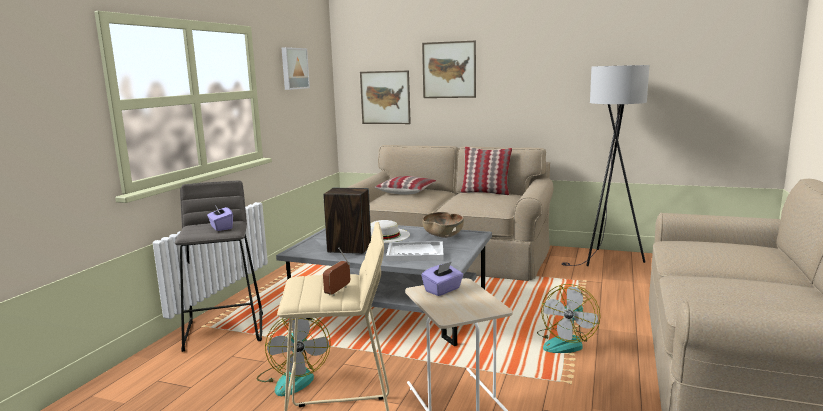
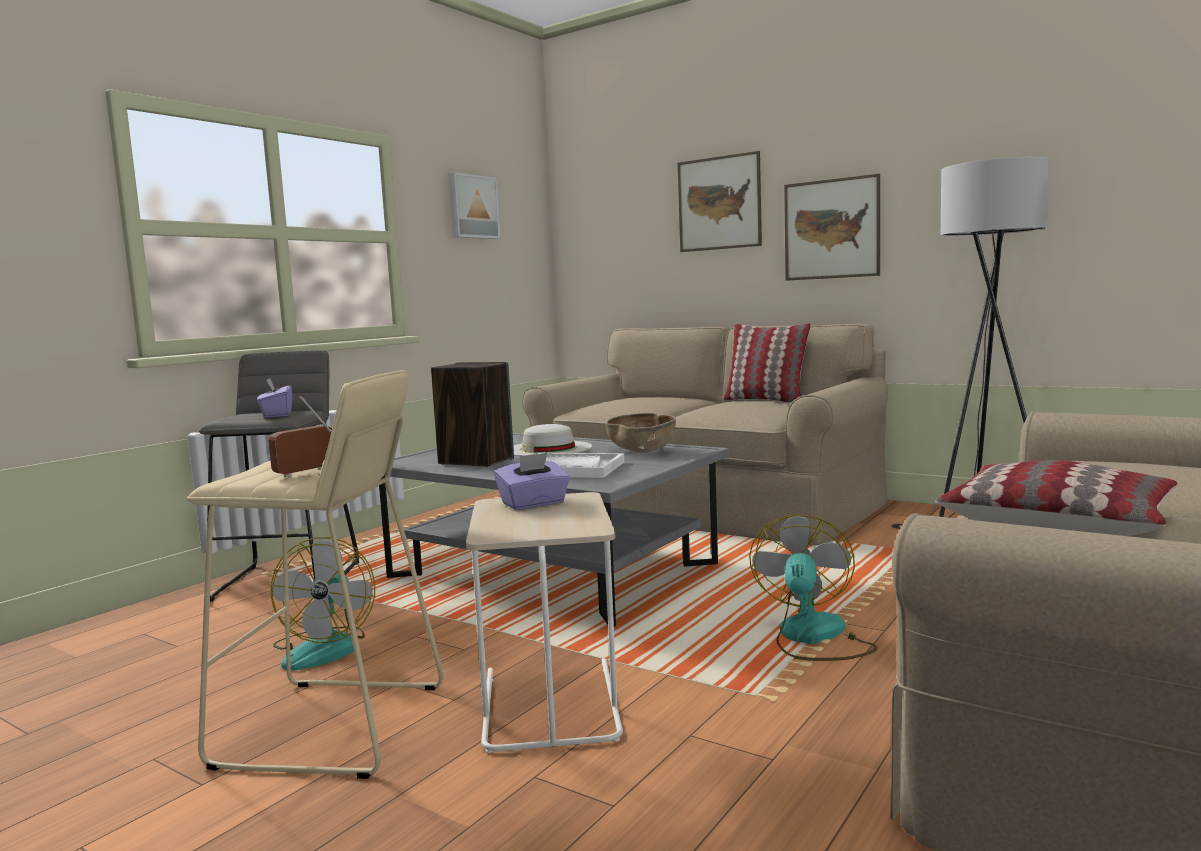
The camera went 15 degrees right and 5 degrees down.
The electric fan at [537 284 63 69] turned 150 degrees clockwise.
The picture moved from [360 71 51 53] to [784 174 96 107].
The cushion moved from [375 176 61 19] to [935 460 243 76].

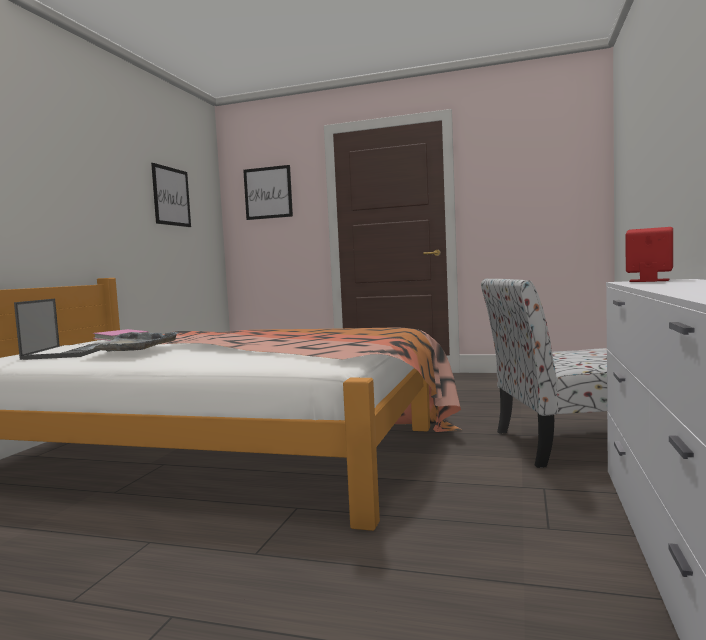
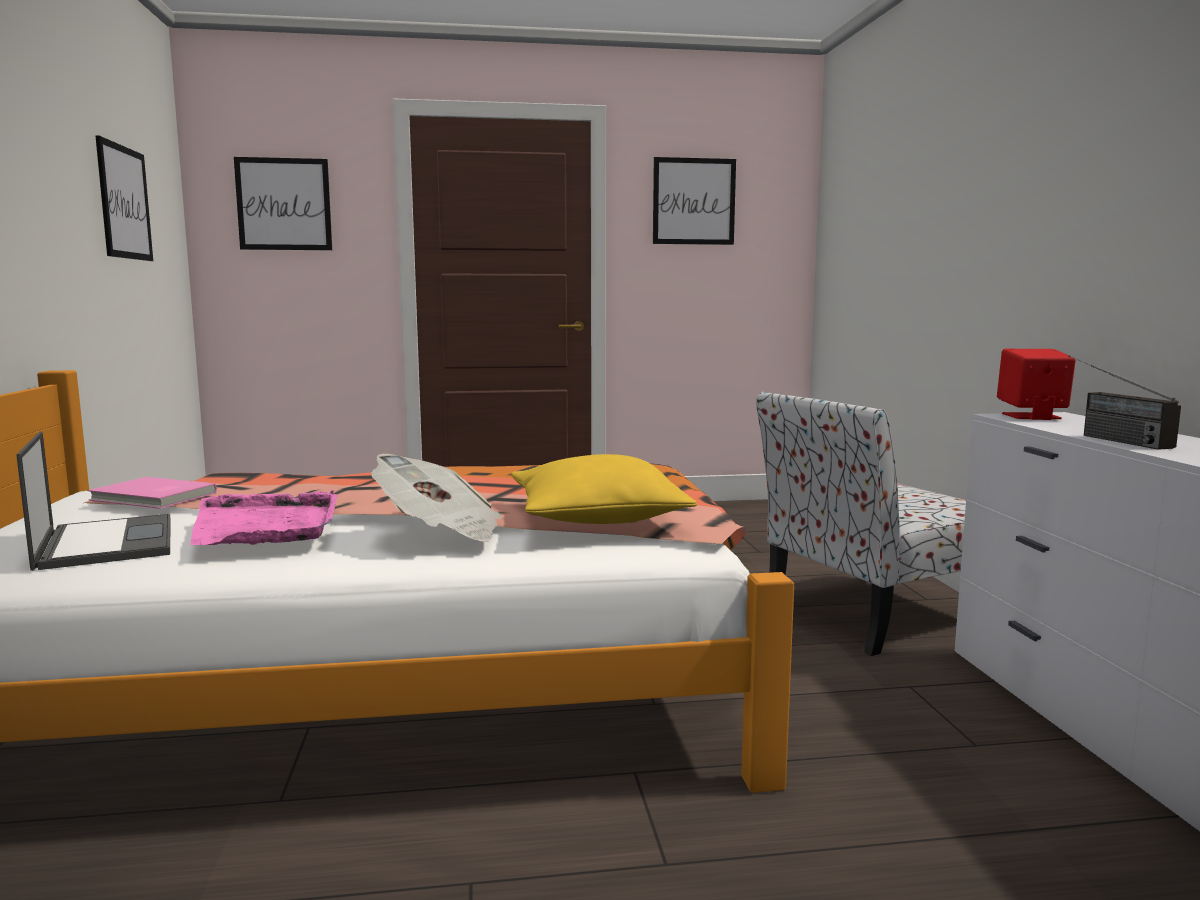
The camera went 25 degrees left and 5 degrees up.
The grey serving tray at [84 331 95 20] became the pink serving tray at [190 490 148 55].
The newspaper at [371 454 131 88] appeared.
The yellow cushion at [511 454 186 70] appeared.
The picture at [653 157 83 88] appeared.
The radio at [1068 355 113 95] appeared.

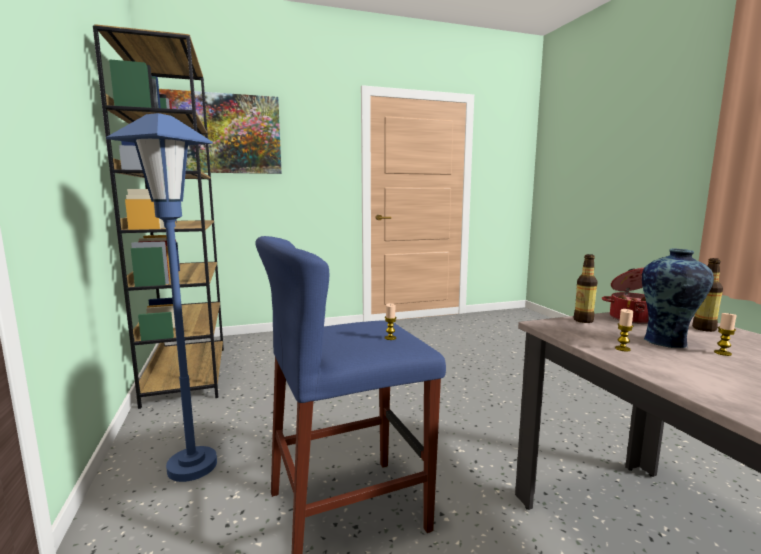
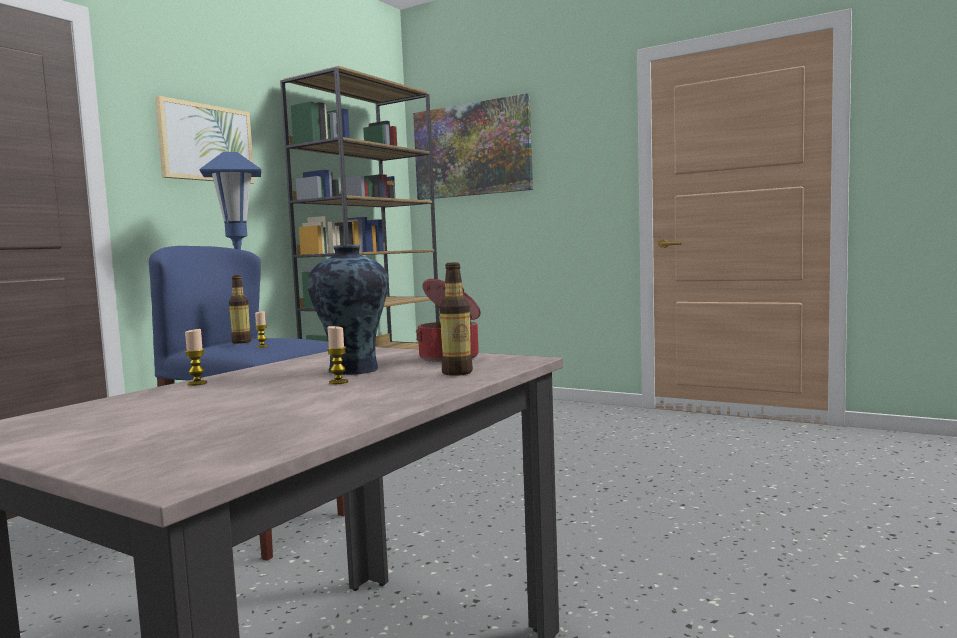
The camera went 50 degrees right and 5 degrees down.
The picture at [155 96 100 88] appeared.
The candle moved from [615 309 18 43] to [185 329 22 57].
The drink bottle moved from [574 254 24 69] to [229 275 22 69].

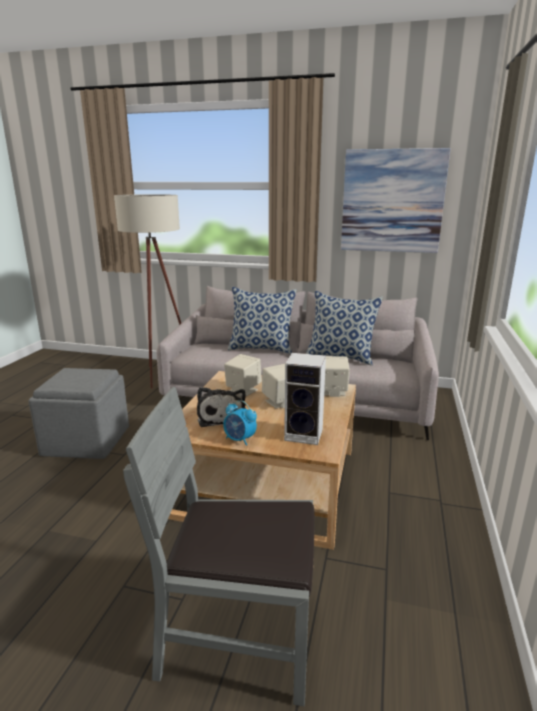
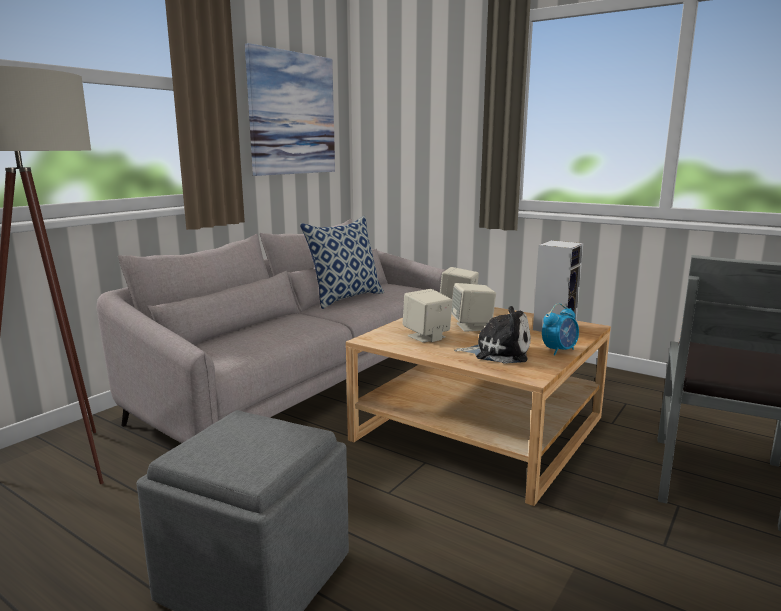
The camera went 70 degrees left and 5 degrees down.
The cushion at [228 287 69 67] disappeared.

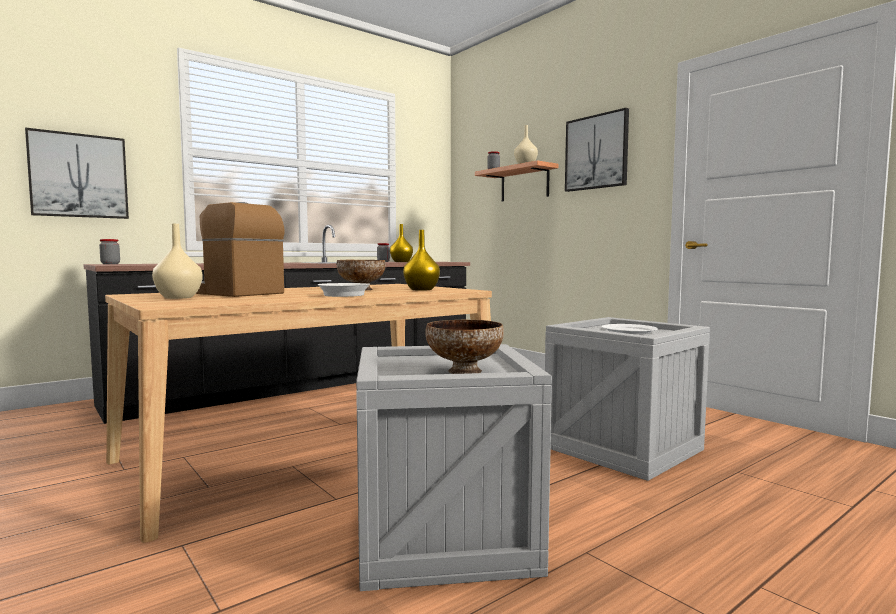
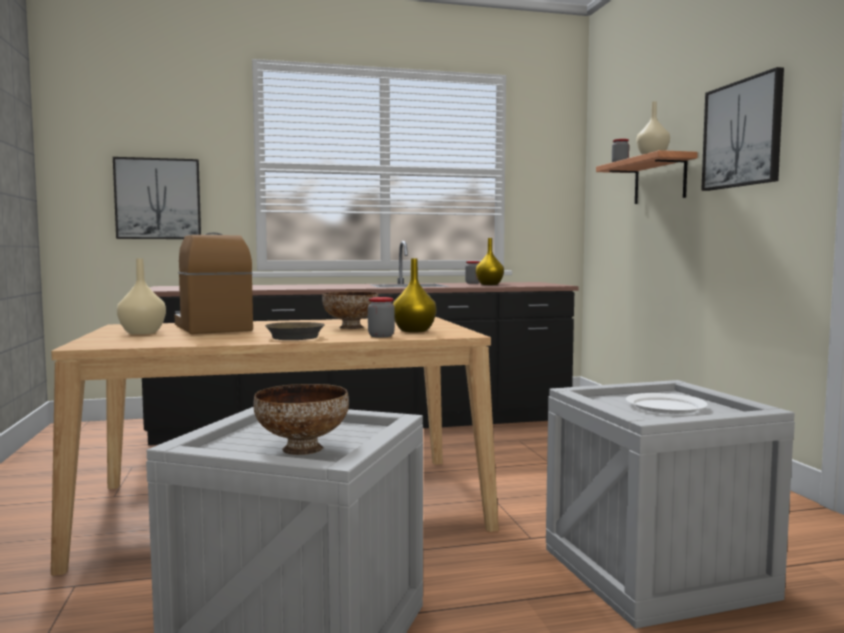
The camera went 25 degrees right and 0 degrees up.
The white pan at [317 283 53 14] became the brown pan at [265 322 60 18].
The storage jar moved from [99 239 21 25] to [368 297 27 41].

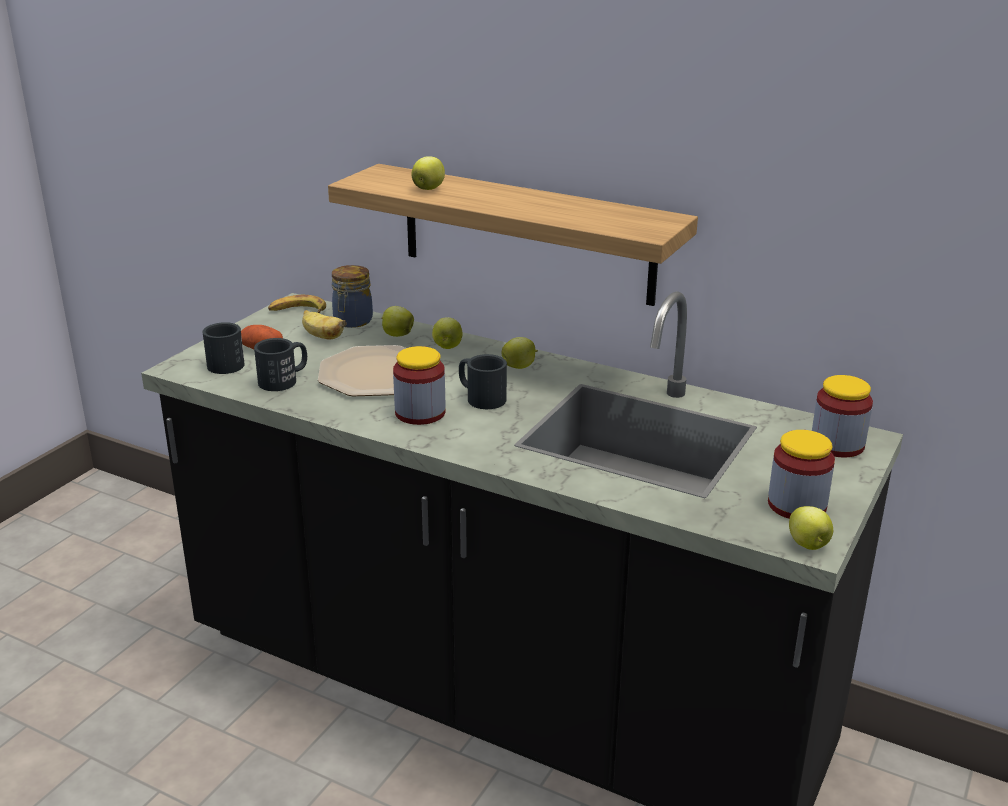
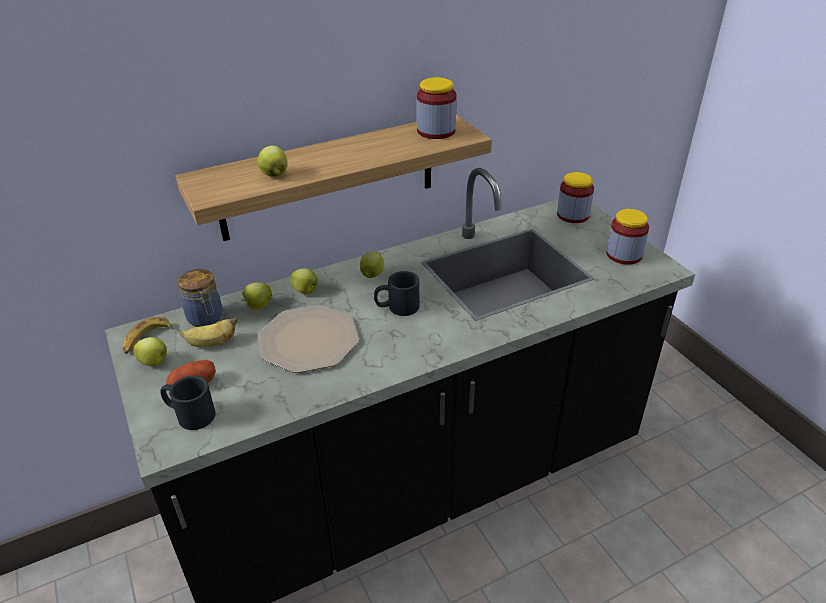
The camera went 55 degrees left and 10 degrees up.
The apple moved from [789 506 44 44] to [133 337 34 29].
The storage jar moved from [393 346 53 79] to [417 77 40 62].
The black tea mug at [254 338 53 53] disappeared.

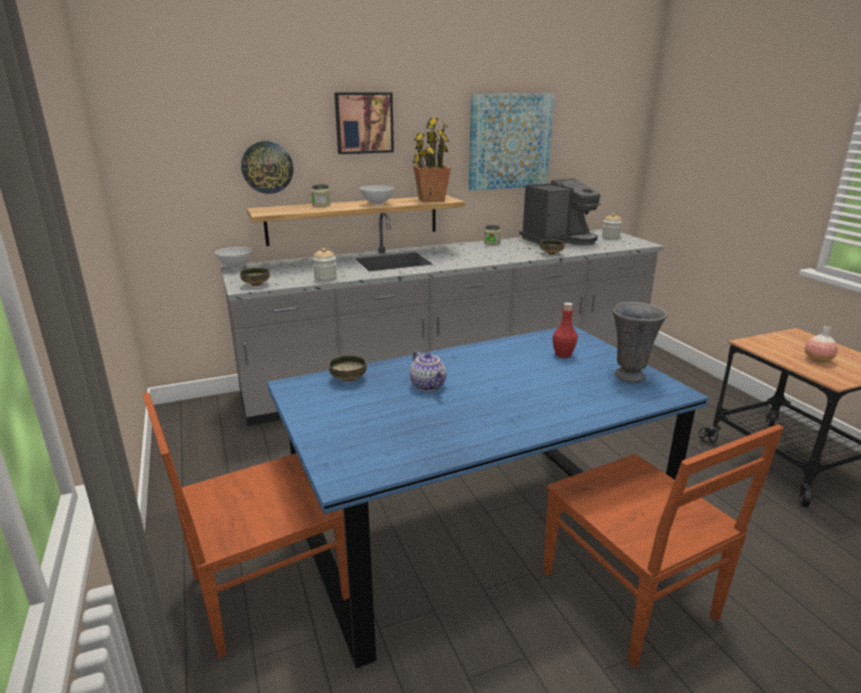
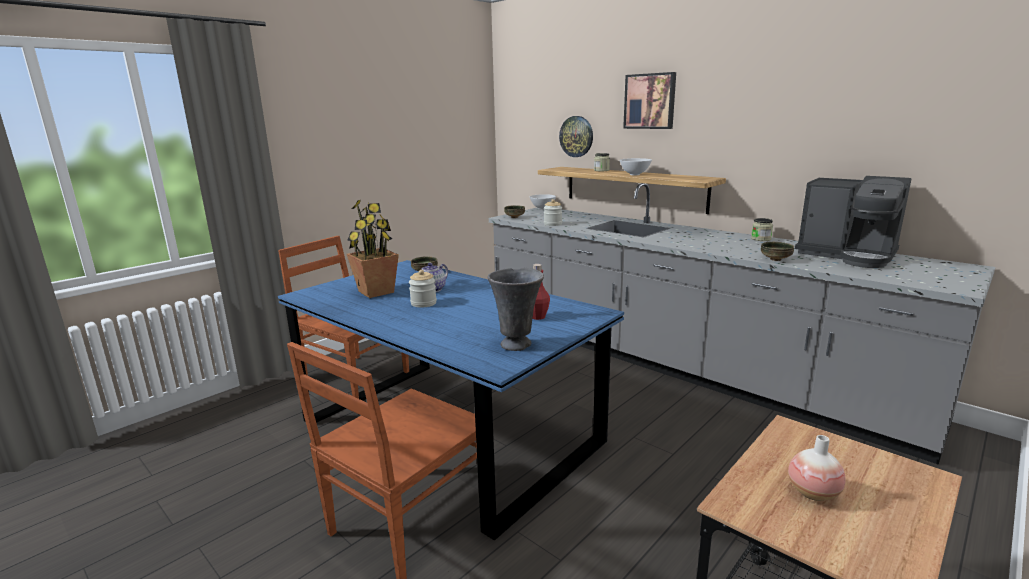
The camera went 65 degrees right and 5 degrees down.
The plant in a pot moved from [413 118 38 84] to [347 199 52 99].
The storage jar moved from [602 213 20 26] to [409 270 28 38].
The picture at [469 94 85 97] disappeared.

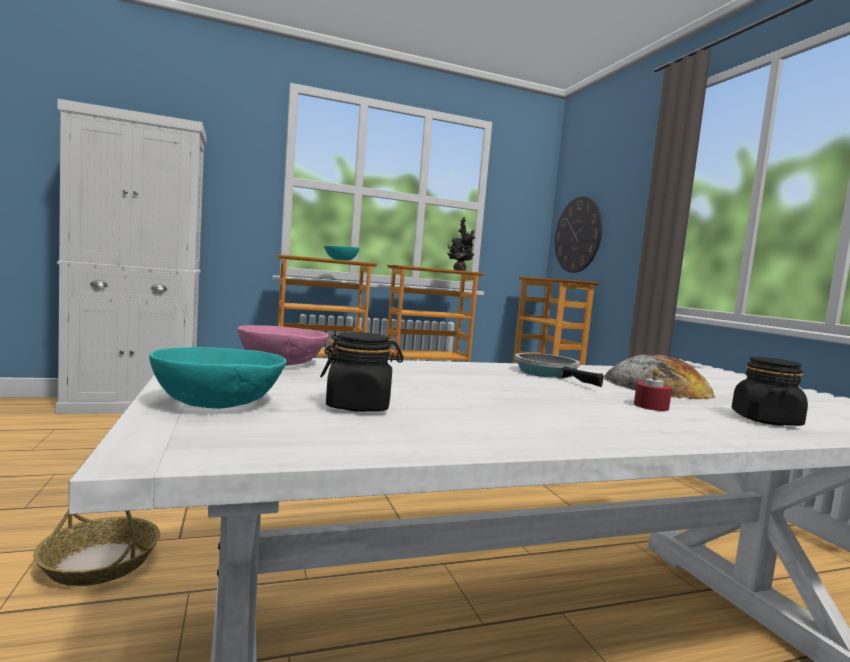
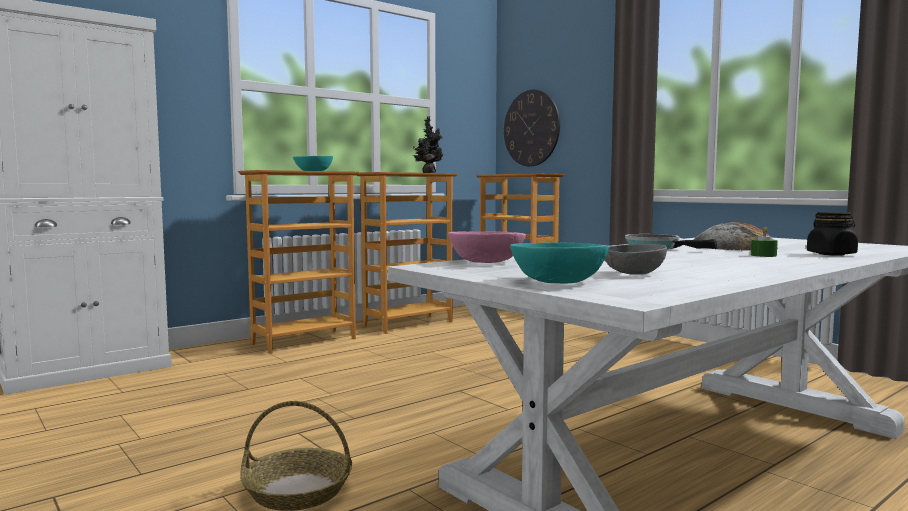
The camera went 20 degrees left and 0 degrees up.
The black storage jar at [320 332 84 80] was replaced by the grey bowl at [605 244 62 31].
The red candle at [634 368 38 43] became the green-coloured candle at [751 227 27 30].

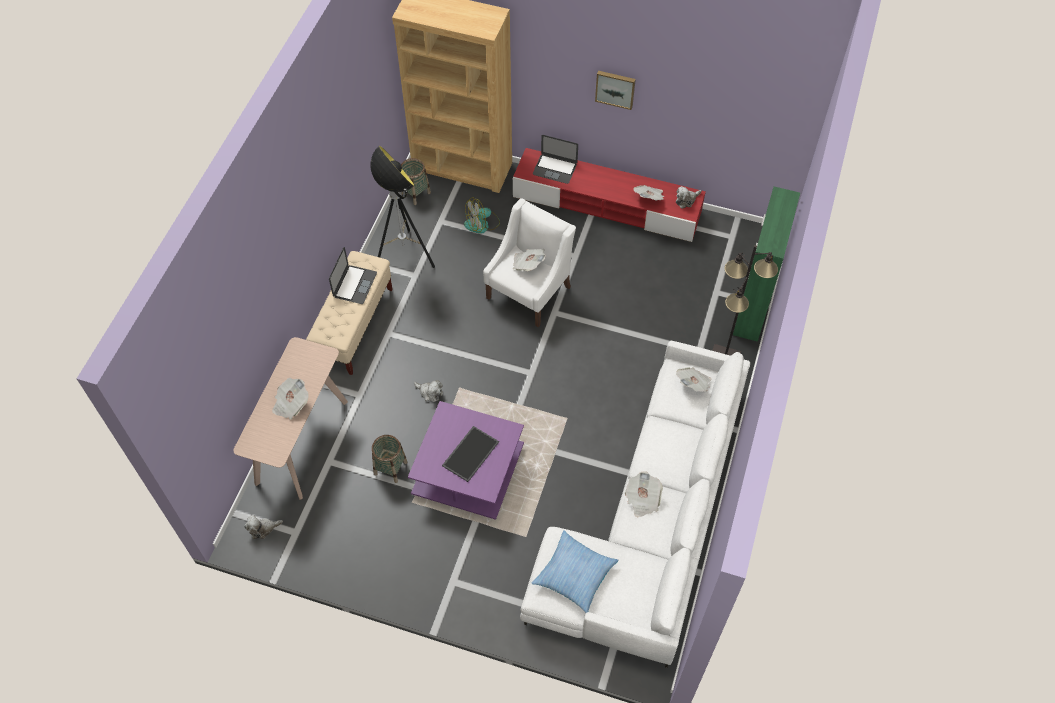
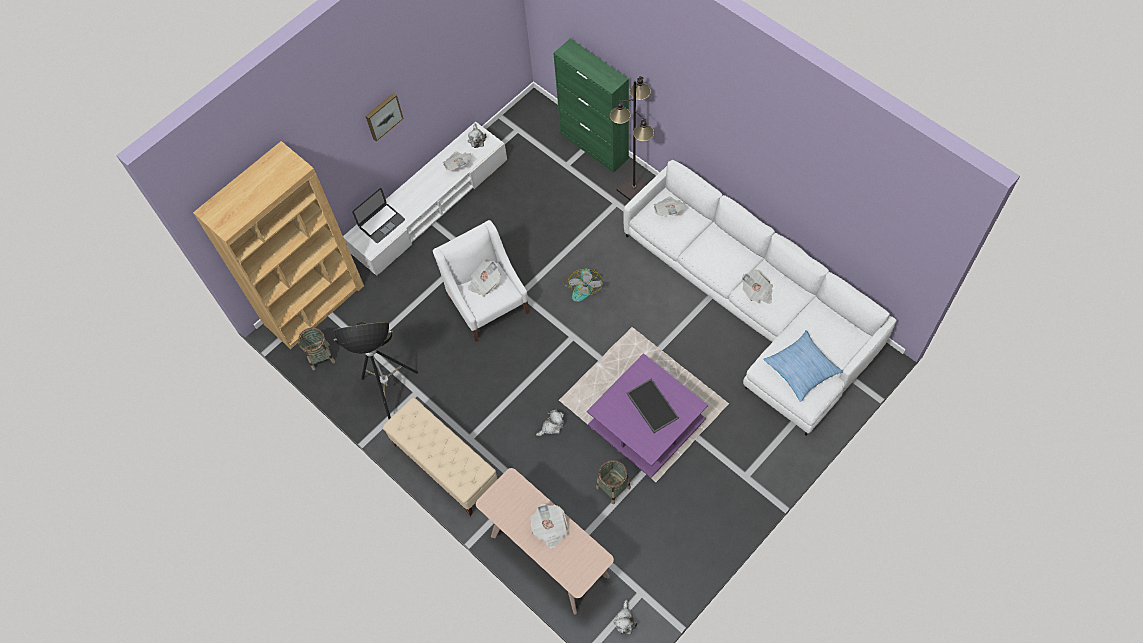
The camera went 60 degrees left and 5 degrees up.
The red media console at [513 148 193 94] became the white media console at [343 122 164 154].
The electric fan moved from [464 198 36 36] to [562 268 41 34].
The portable computer at [329 247 48 57] disappeared.

